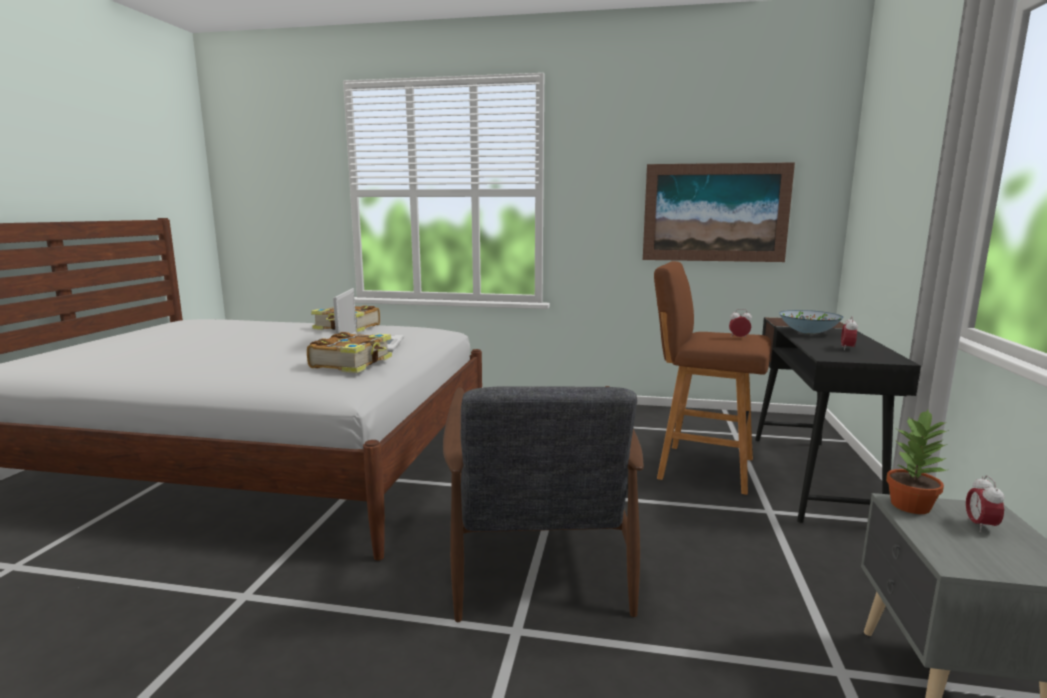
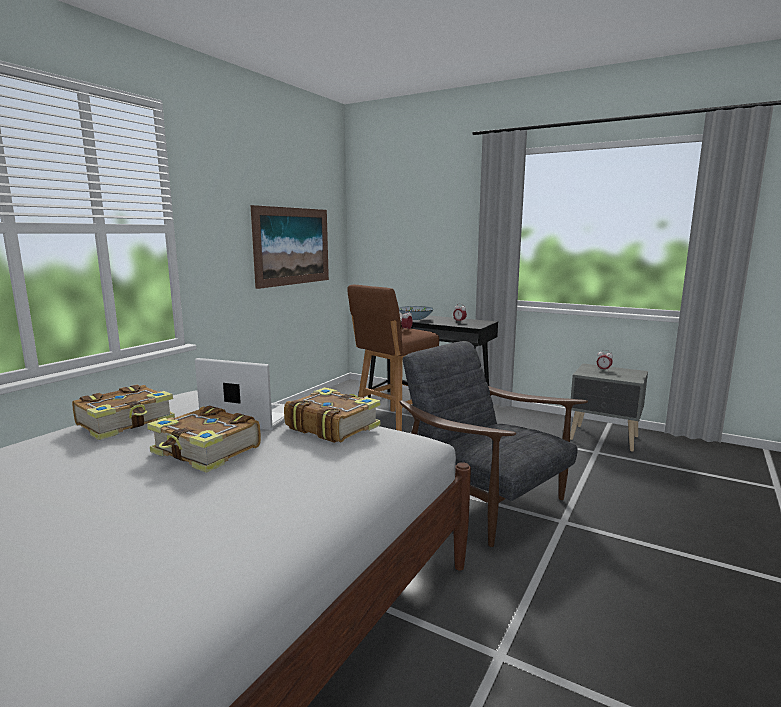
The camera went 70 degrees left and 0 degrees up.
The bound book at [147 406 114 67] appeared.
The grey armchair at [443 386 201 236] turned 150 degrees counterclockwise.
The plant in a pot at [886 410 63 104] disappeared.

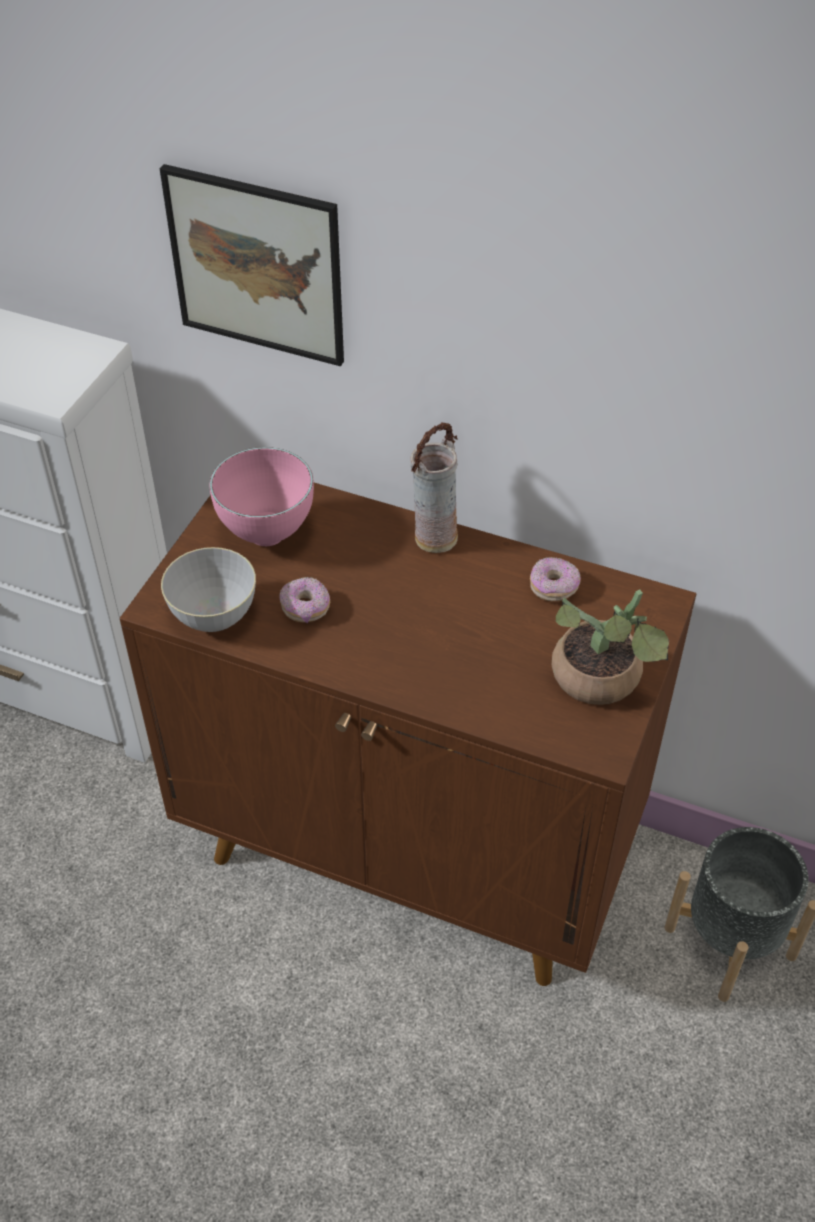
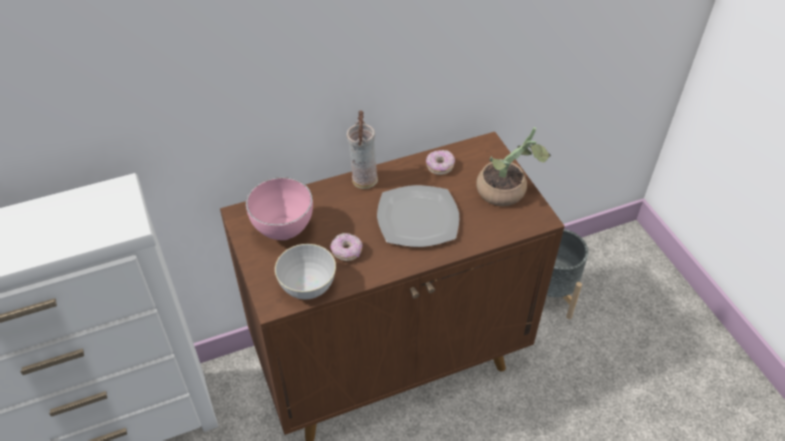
The camera went 45 degrees left and 0 degrees up.
The plate at [377 185 82 62] appeared.
The picture at [160 164 184 202] disappeared.

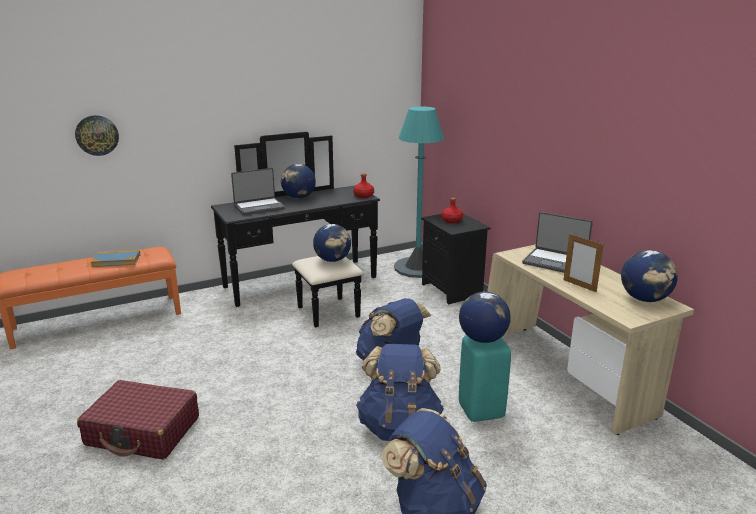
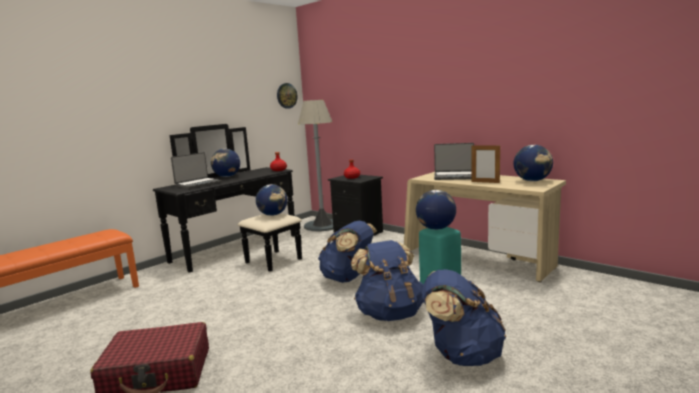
The camera went 20 degrees left and 10 degrees down.
The wall clock moved from [75 115 44 41] to [277 83 20 26].
The turquoise-coloured floor lamp at [394 106 50 172] became the grey floor lamp at [298 100 35 131].
The bound book at [91 250 49 17] disappeared.

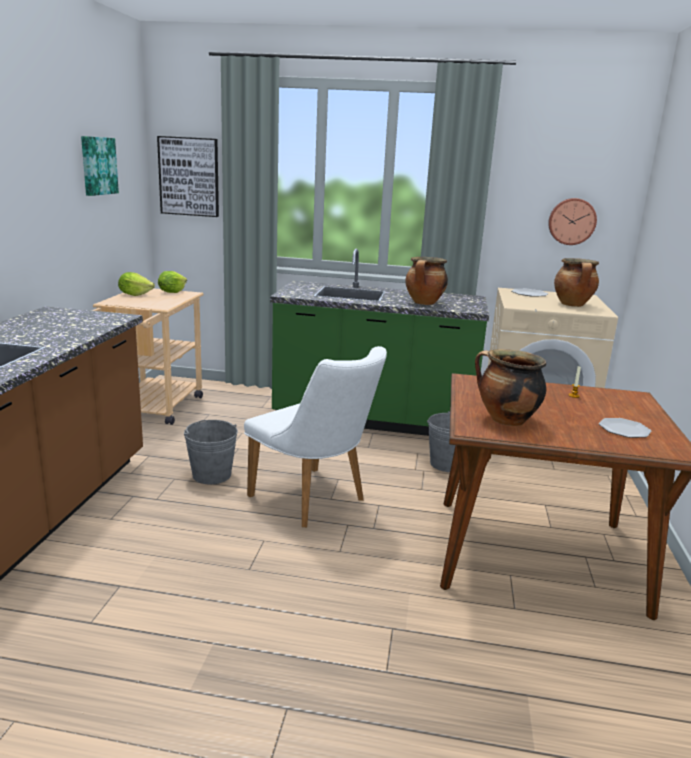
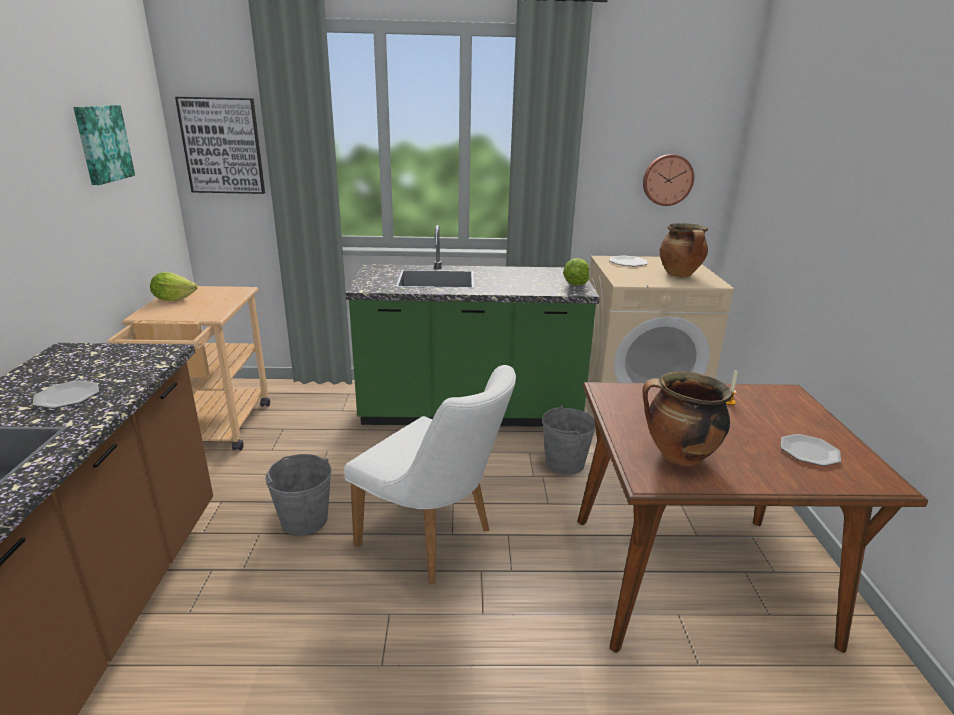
The camera went 10 degrees left and 5 degrees up.
The plate at [33 380 66 29] appeared.
The lettuce head moved from [158 271 29 22] to [563 258 26 27].
The stockpot at [405 257 43 48] disappeared.

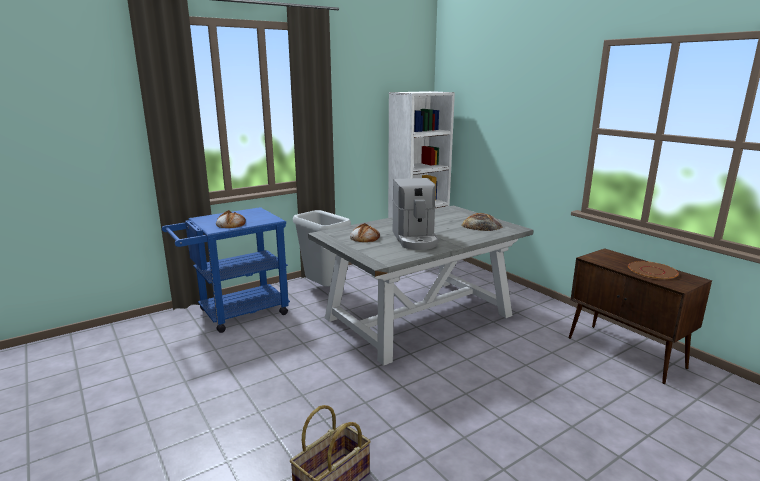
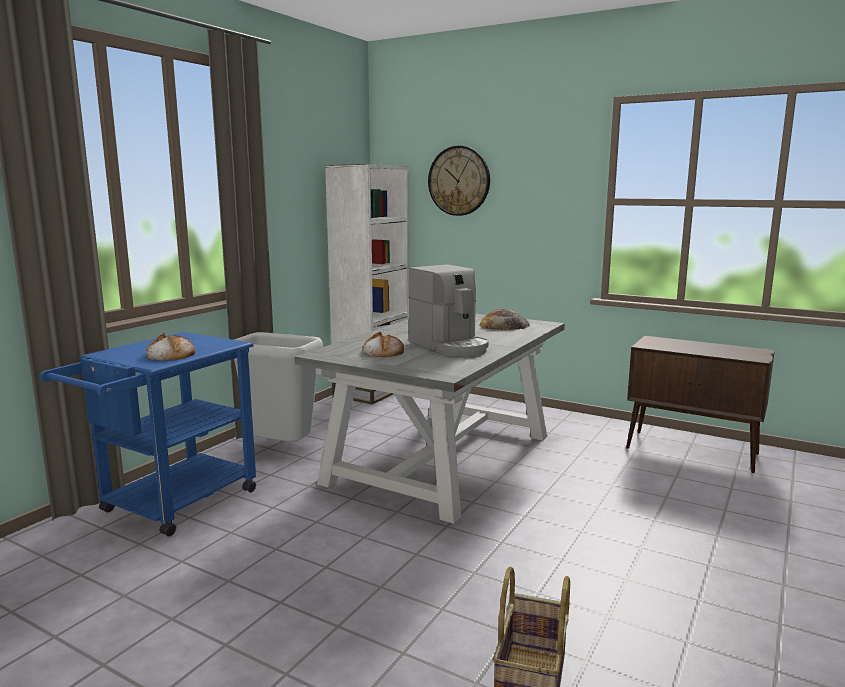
The camera went 25 degrees left and 5 degrees down.
The wall clock at [428 146 62 70] appeared.
The brown plate at [628 261 51 19] disappeared.

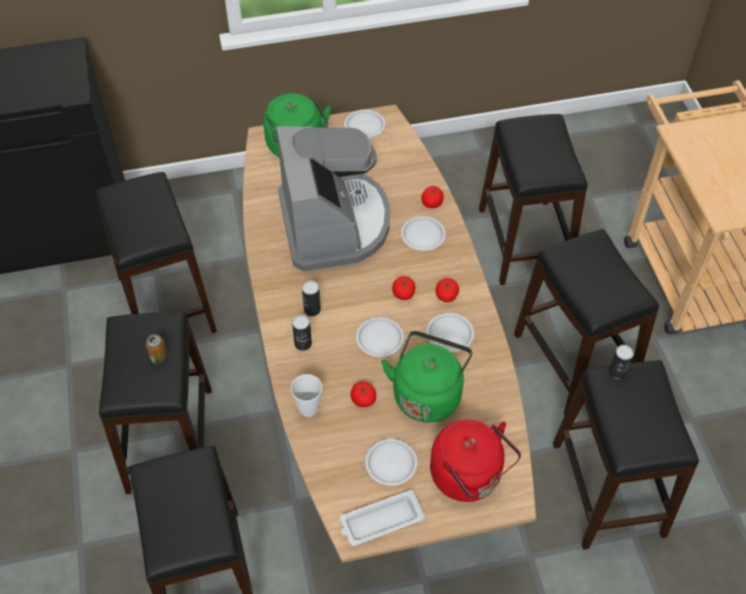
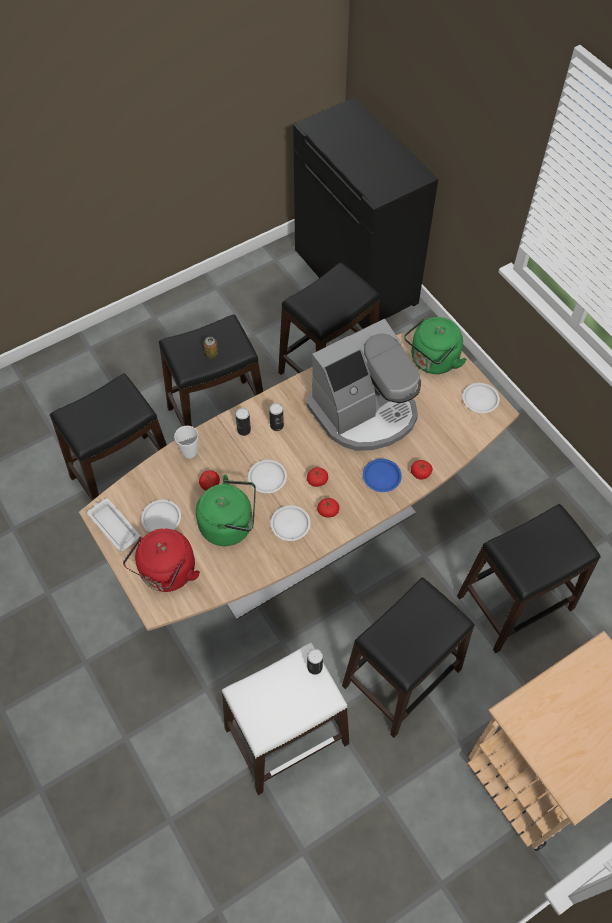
The camera went 70 degrees right and 5 degrees up.
The black sitting stool at [553 360 146 190] became the white sitting stool at [222 643 128 152].
The white plate at [401 216 45 35] became the blue-coloured plate at [363 459 39 33].

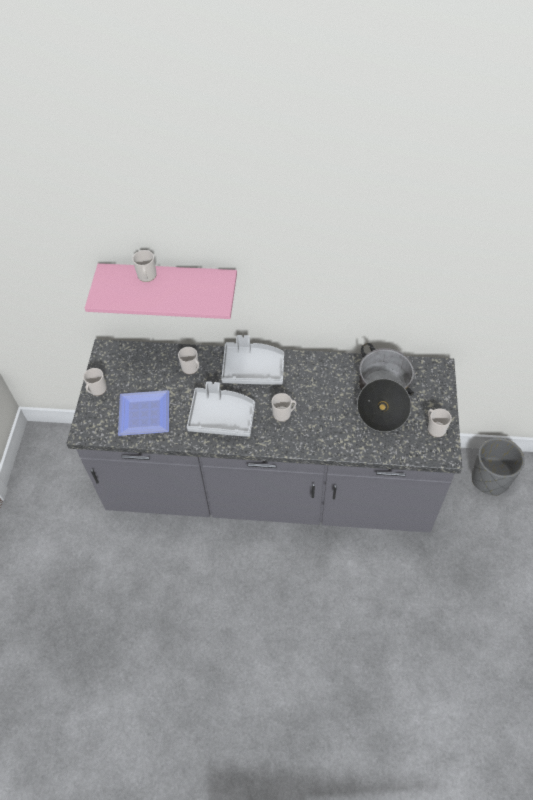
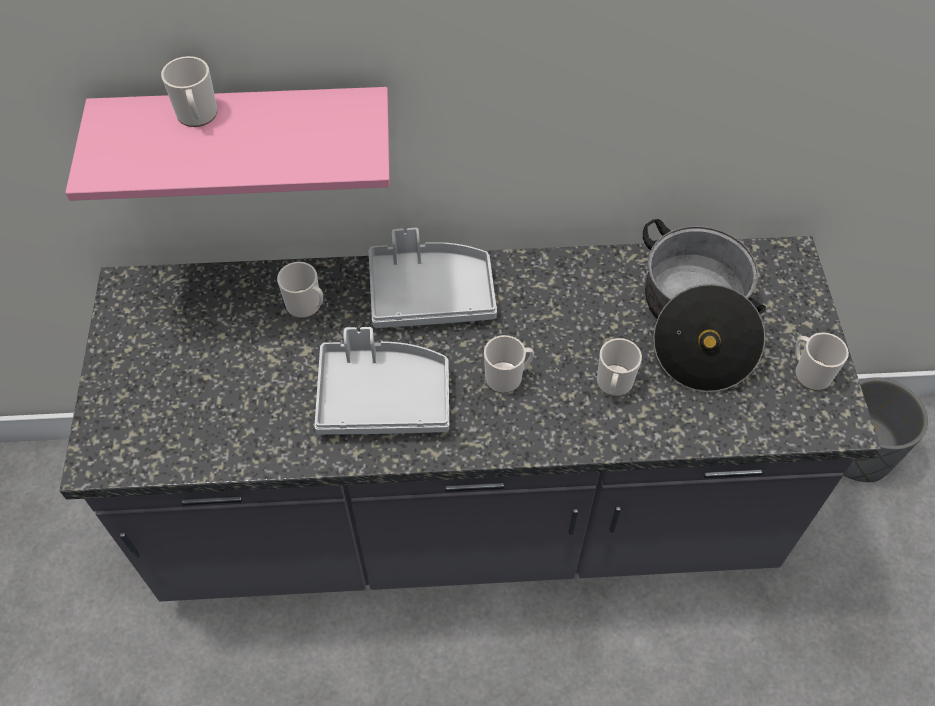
The camera went 10 degrees left and 0 degrees up.
The tea mug moved from [83 368 24 28] to [597 338 45 58].
The plate at [118 390 51 46] disappeared.

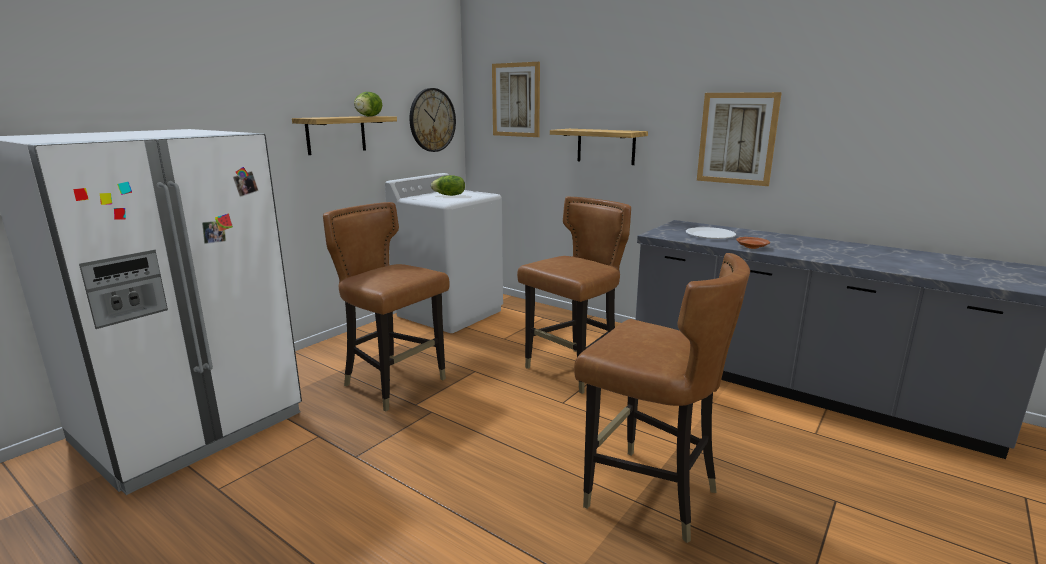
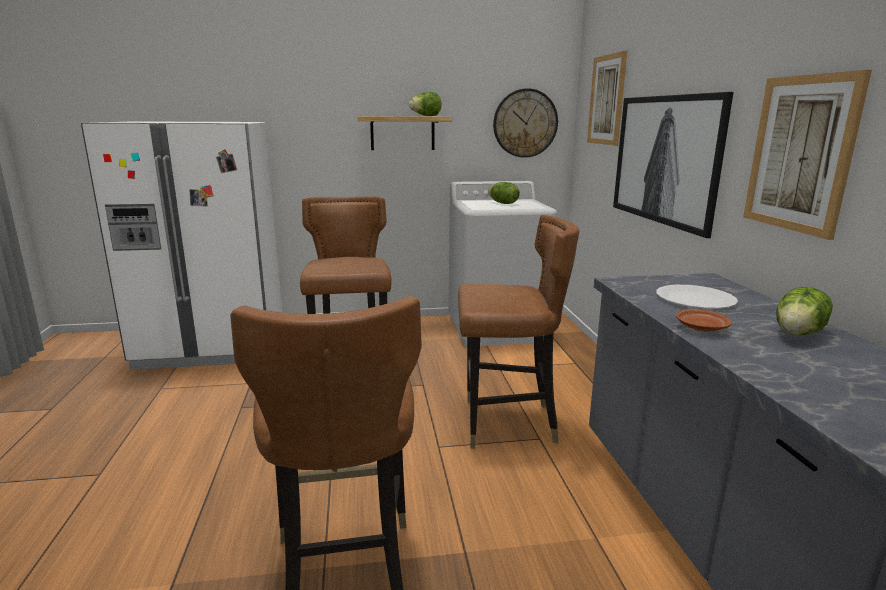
The camera went 45 degrees right and 0 degrees up.
The bracket shelf at [550 129 98 36] was replaced by the picture at [613 92 120 146].
The lettuce head at [776 287 57 48] appeared.

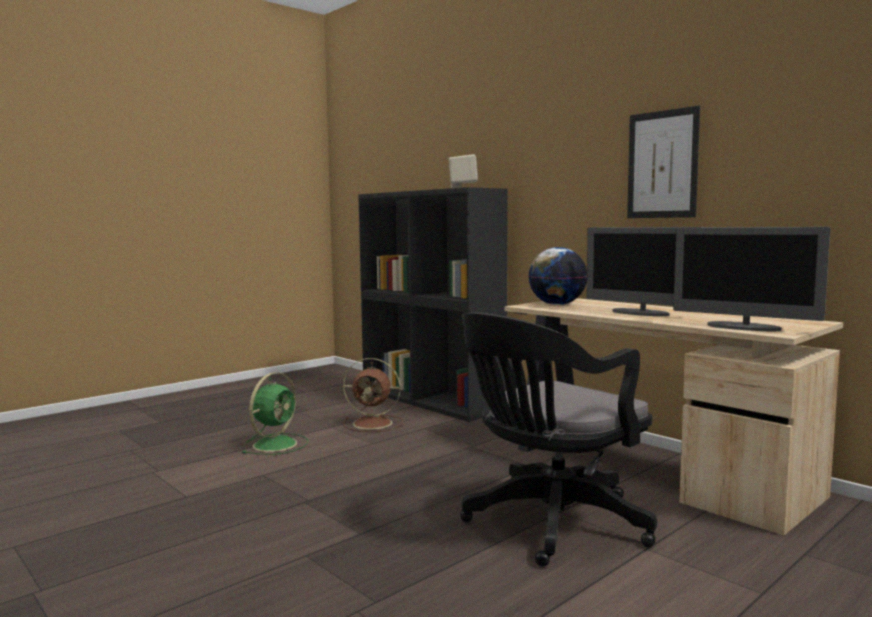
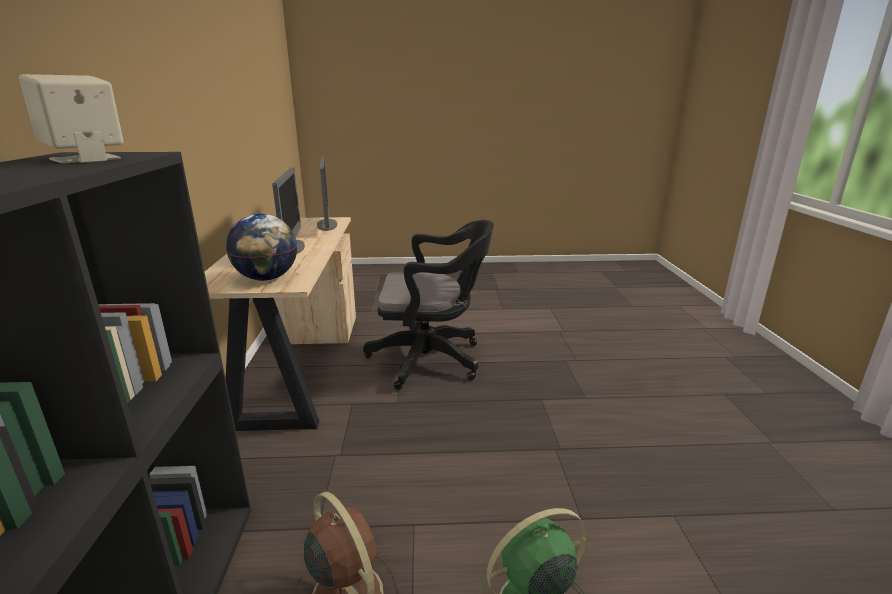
The camera went 140 degrees left and 15 degrees up.
The picture at [627 106 73 112] disappeared.

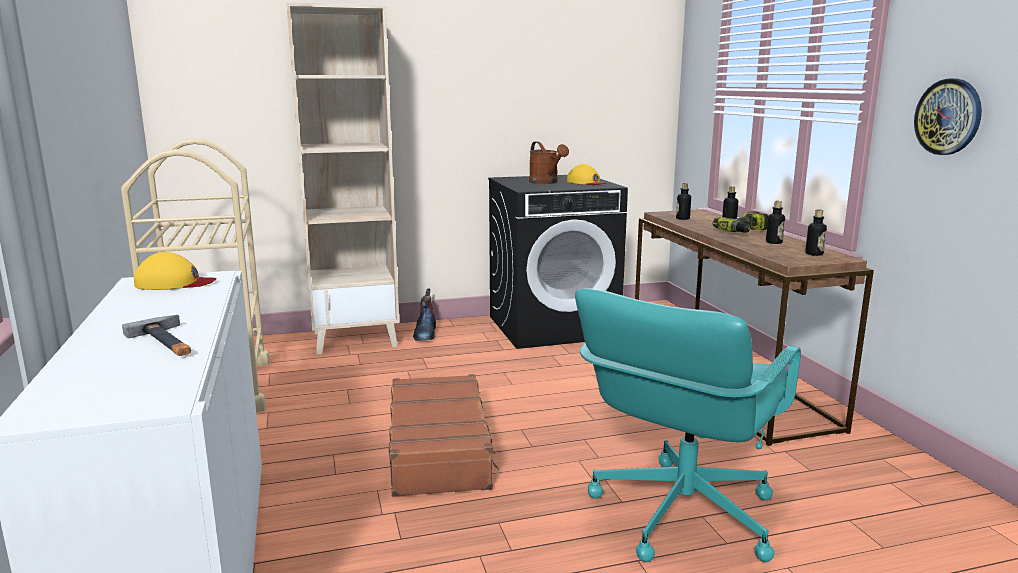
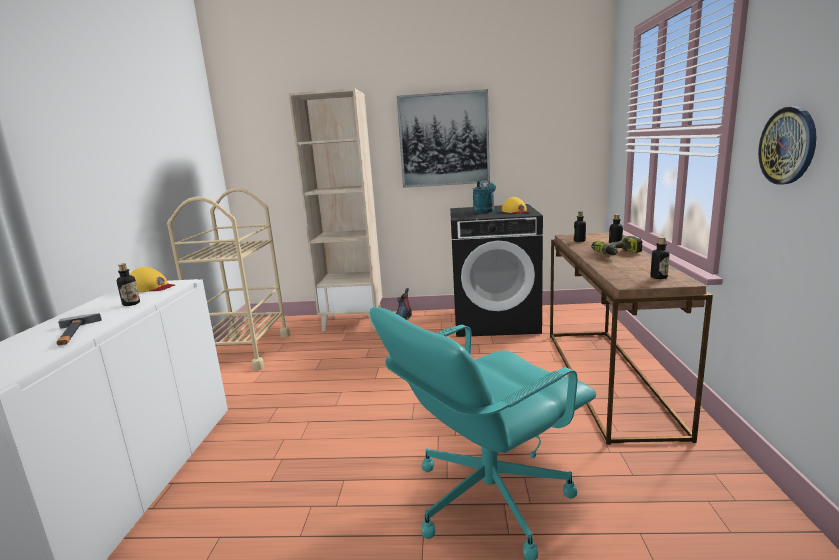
The camera went 20 degrees right and 0 degrees up.
The drink bottle moved from [766 201 19 43] to [117 264 23 42].
The picture at [397 89 93 99] appeared.
The brown watering can at [529 141 40 43] became the turquoise-coloured watering can at [473 181 23 32].
The brown suitcase at [388 374 111 123] disappeared.

